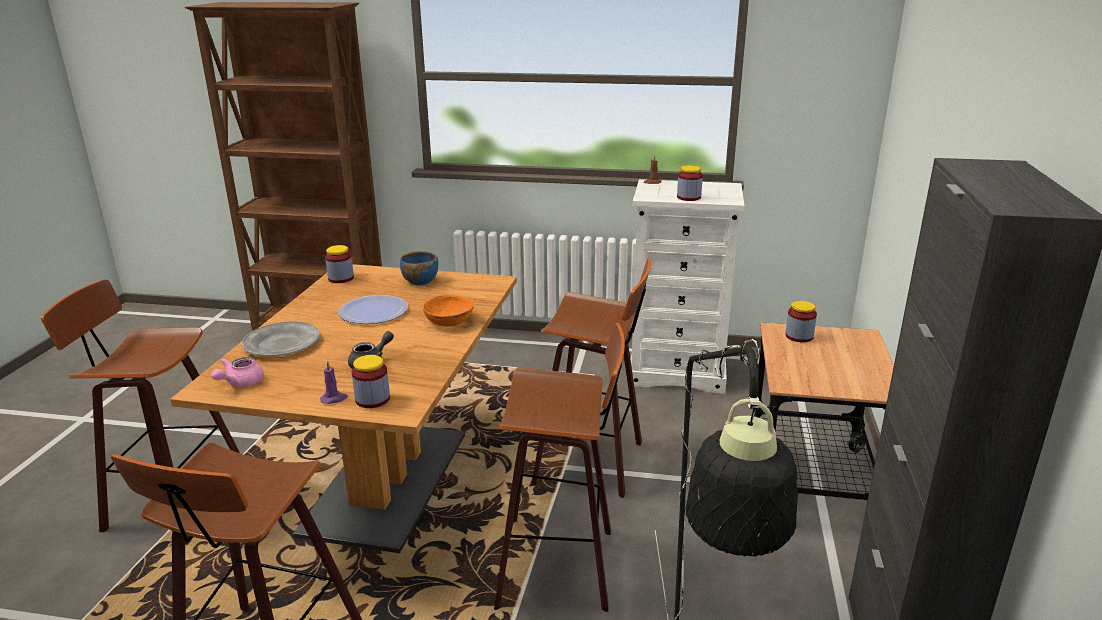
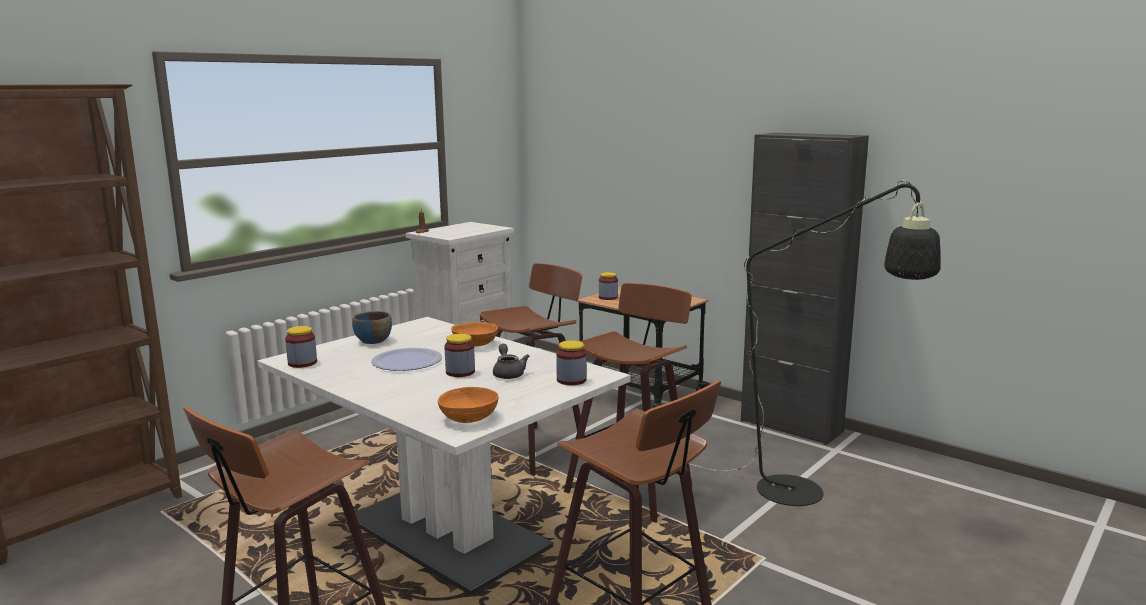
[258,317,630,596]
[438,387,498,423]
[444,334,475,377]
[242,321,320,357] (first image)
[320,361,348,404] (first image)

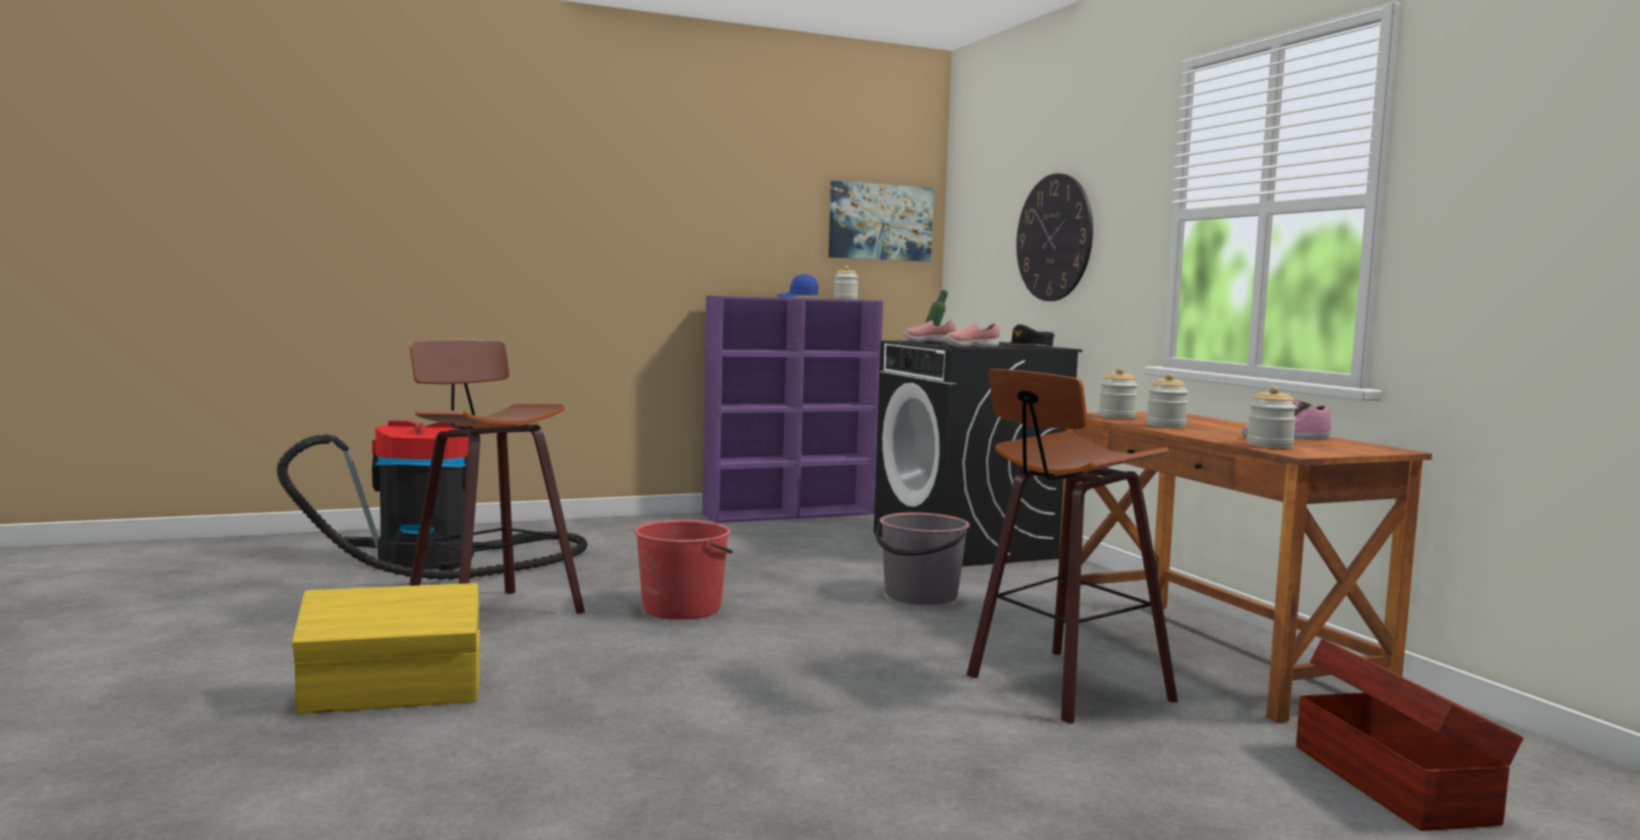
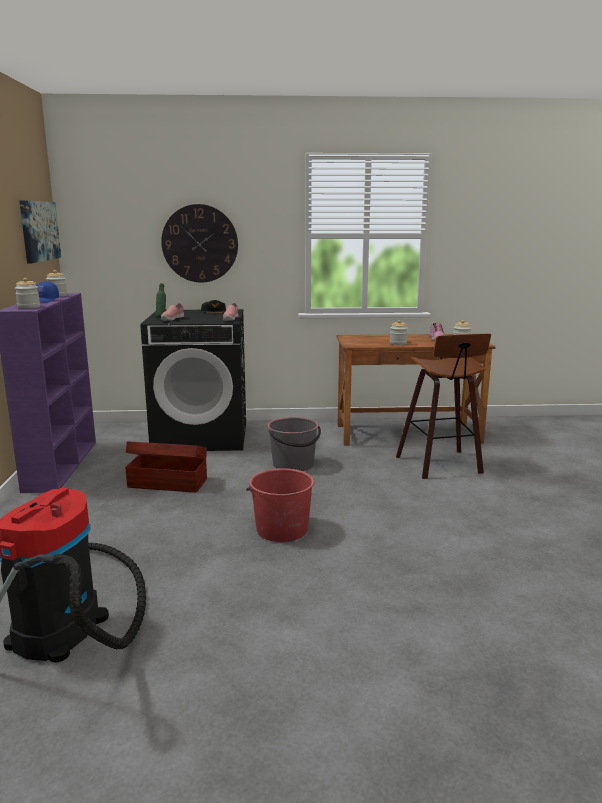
[15,278,40,309]
[125,441,207,493]
[292,583,480,714] (first image)
[409,339,585,614] (first image)

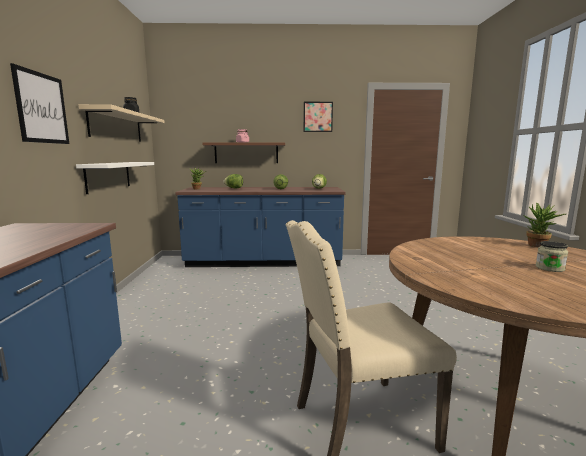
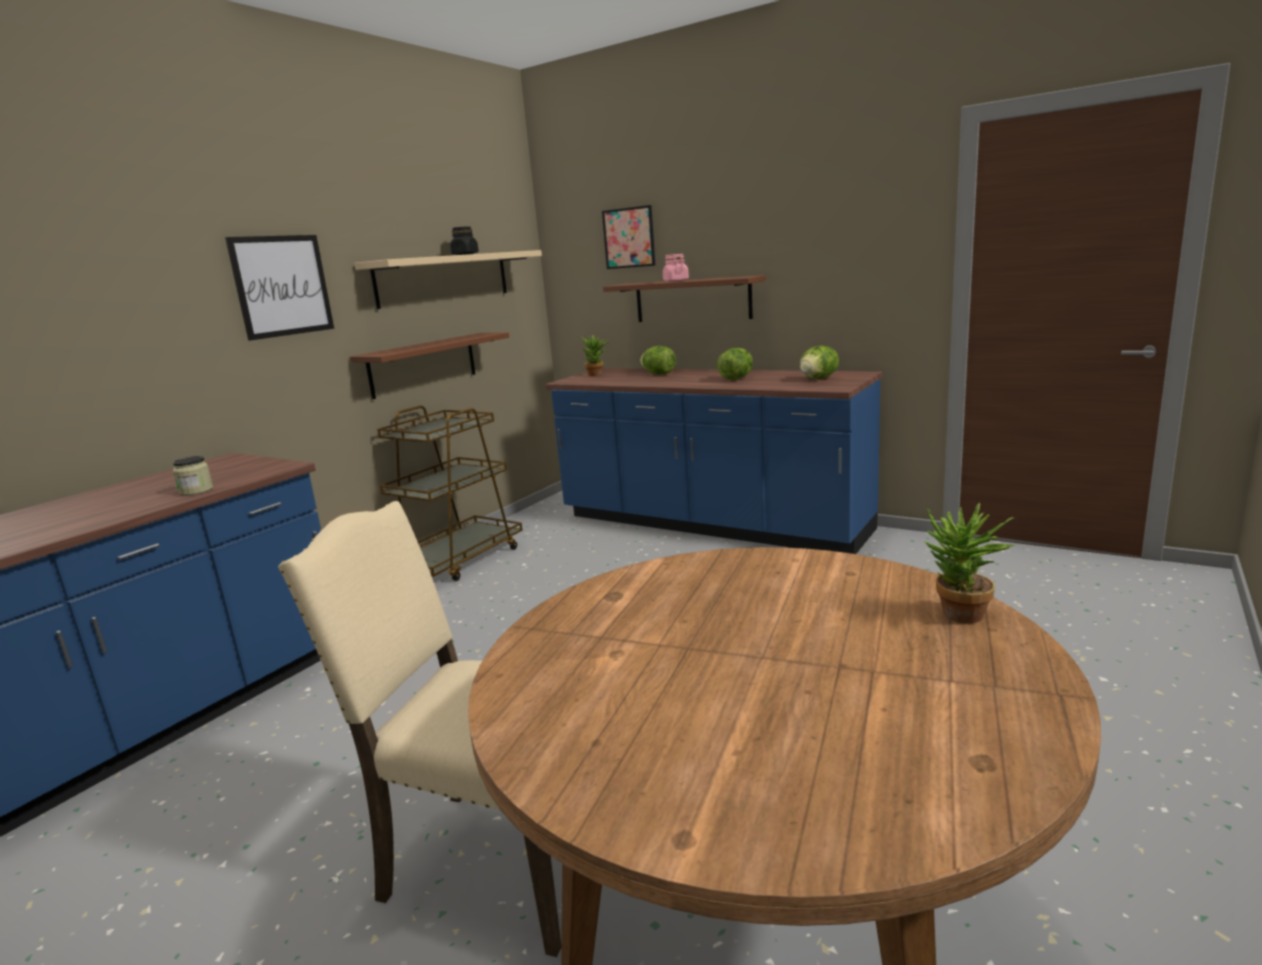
[173,456,213,495]
[350,332,509,399]
[377,405,522,581]
[602,205,656,269]

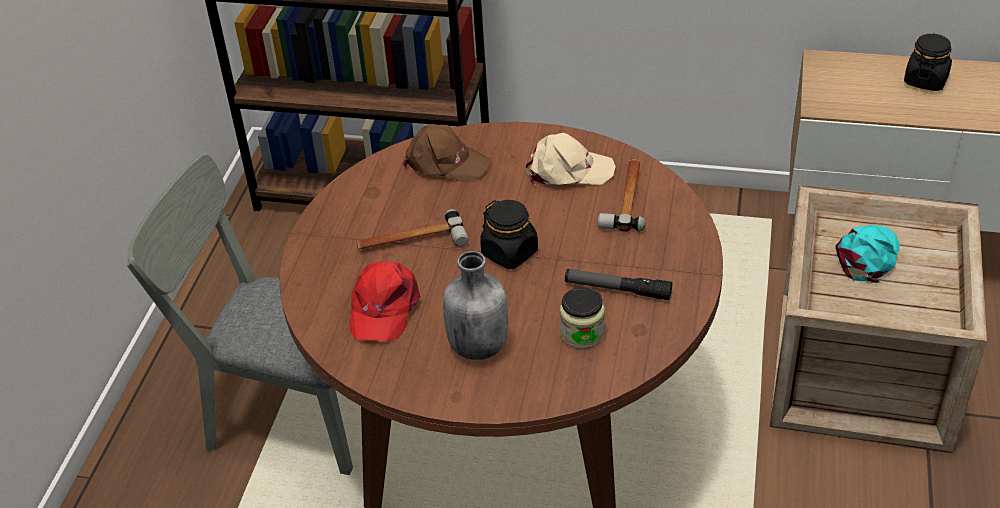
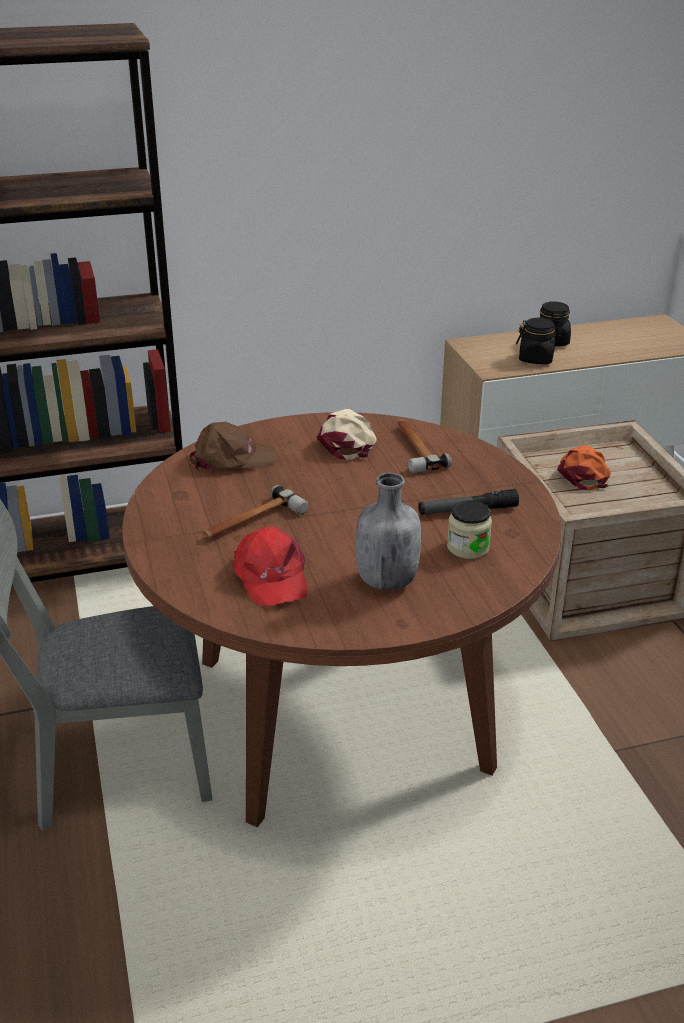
[317,409,377,460]
[516,318,562,364]
[557,445,611,490]

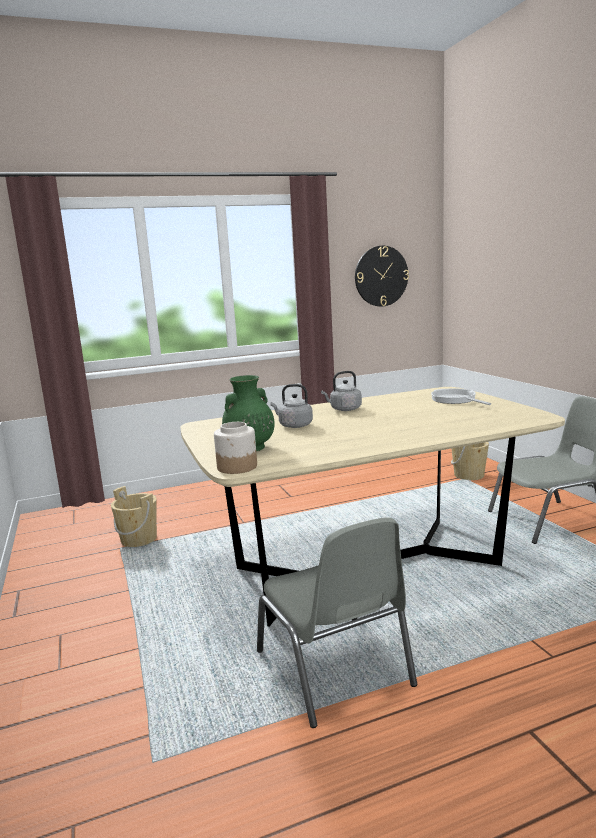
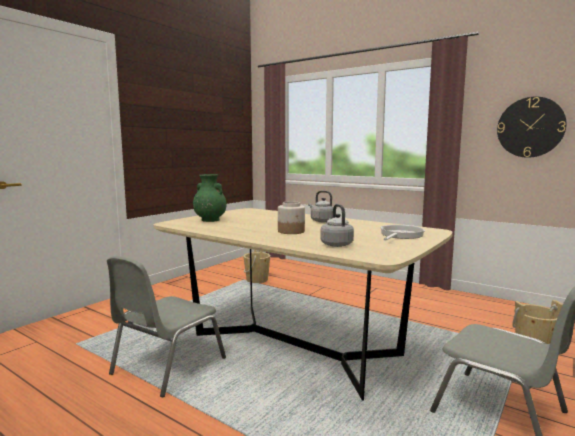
[278,201,305,234]
[320,204,354,247]

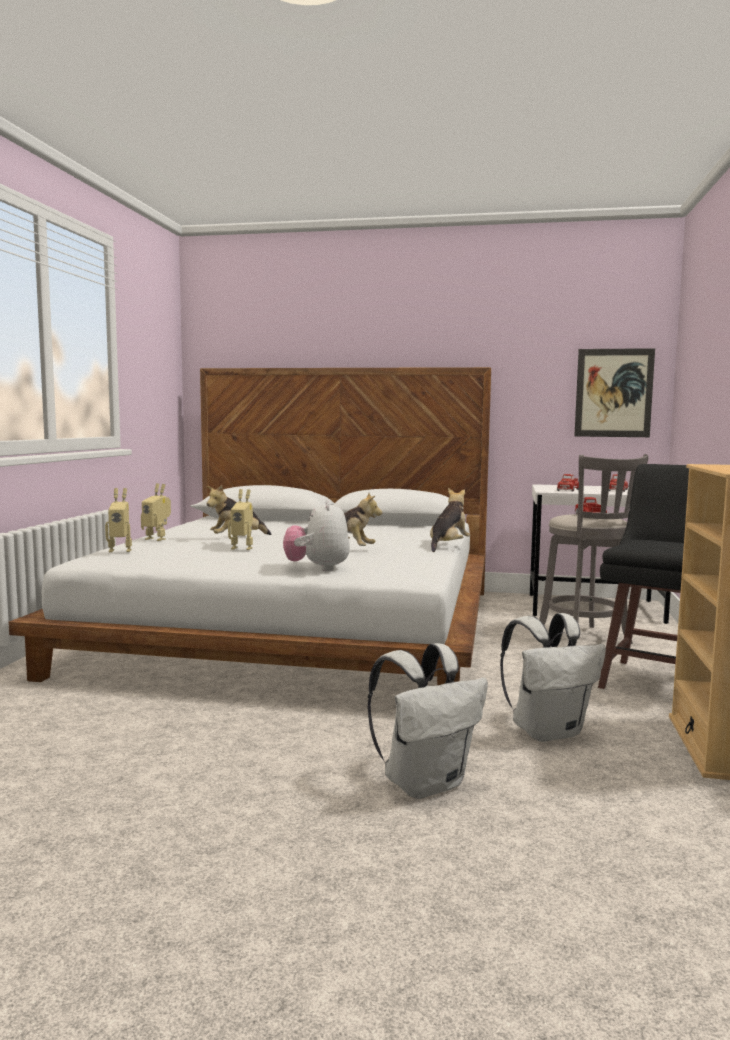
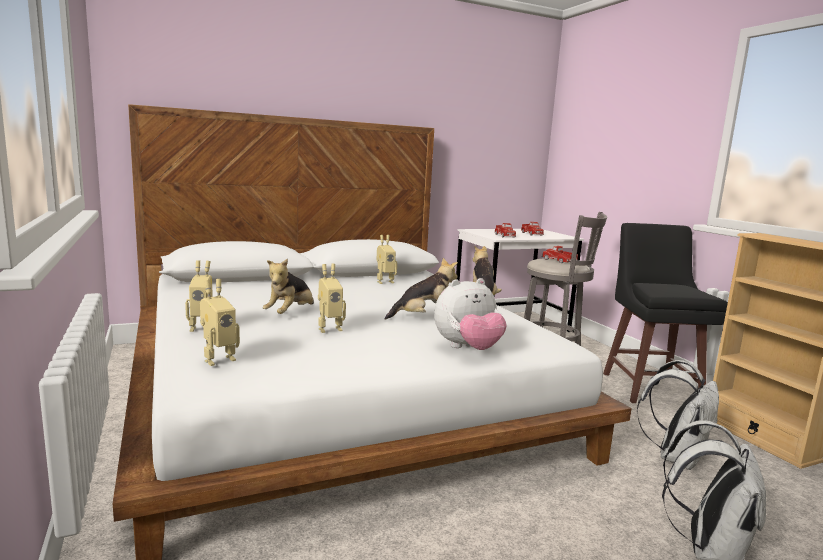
[376,235,397,284]
[434,278,507,350]
[574,348,655,437] (first image)

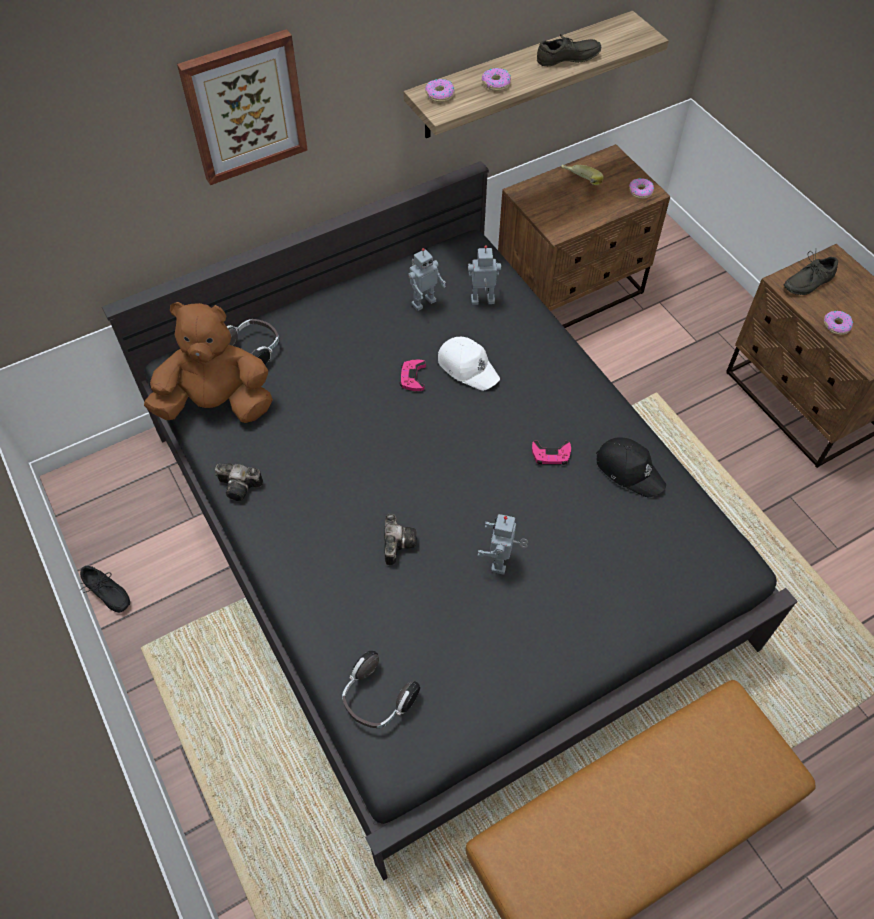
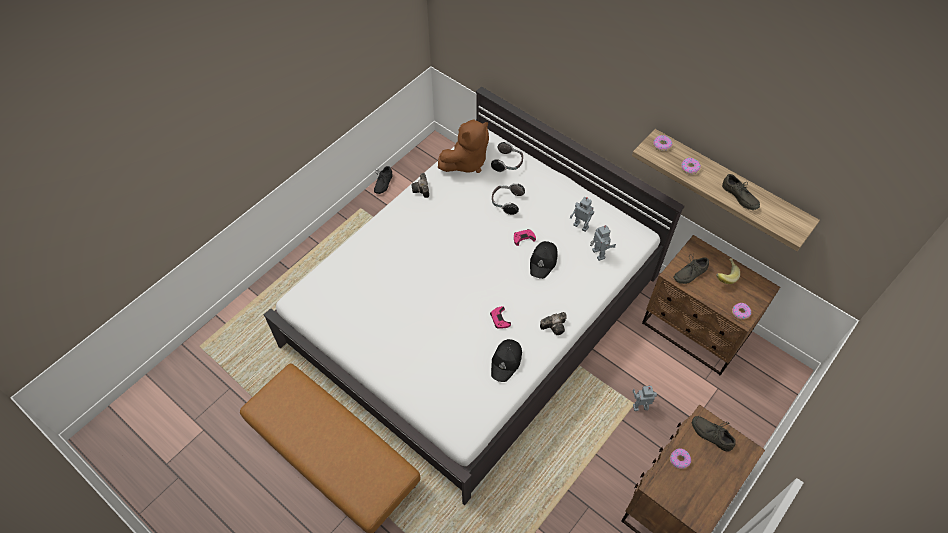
[264,86,685,505]
[438,119,489,173]
[492,183,525,215]
[530,241,558,279]
[540,312,567,335]
[632,386,657,411]
[673,254,709,284]
[177,29,308,185] (first image)

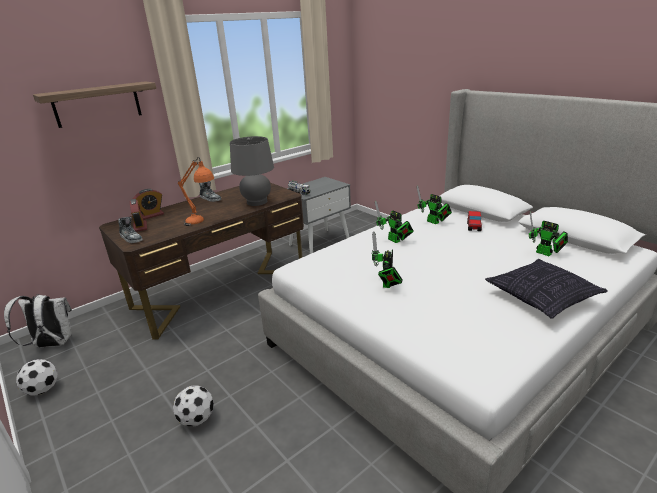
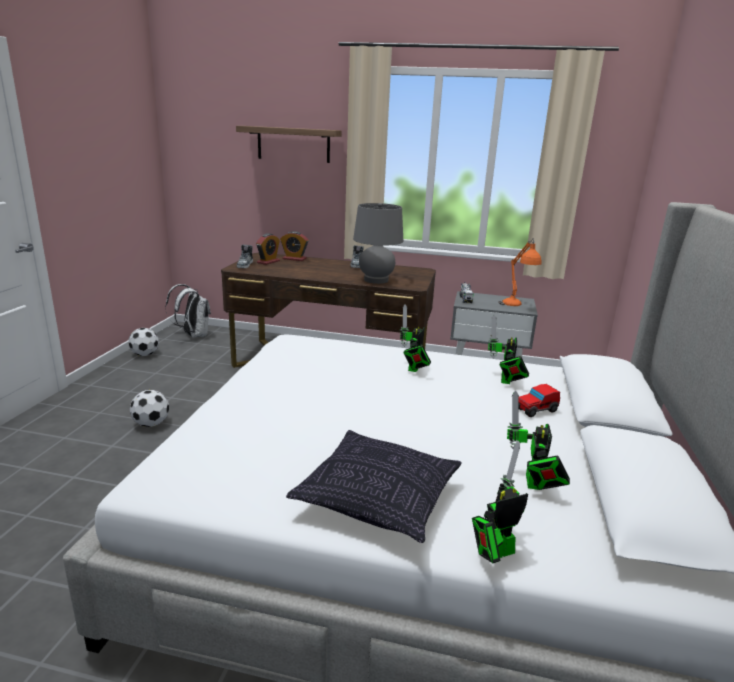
[472,441,528,563]
[498,239,541,306]

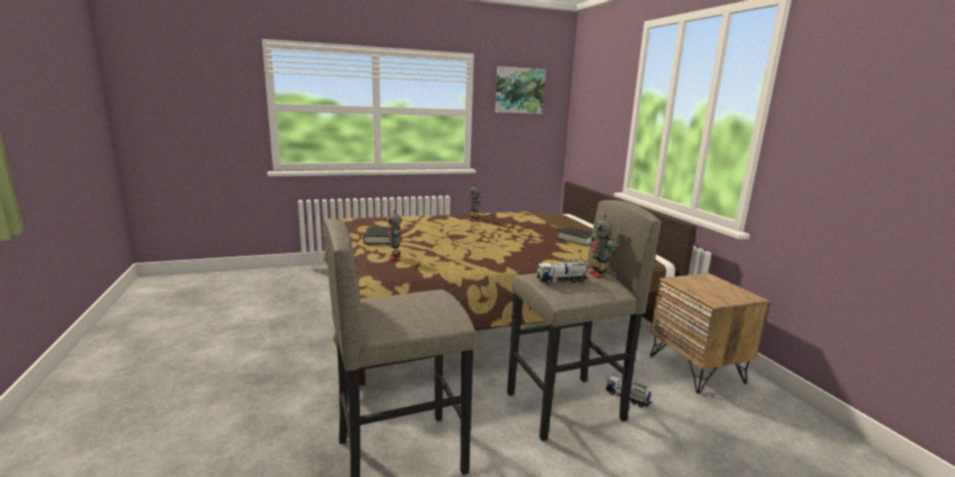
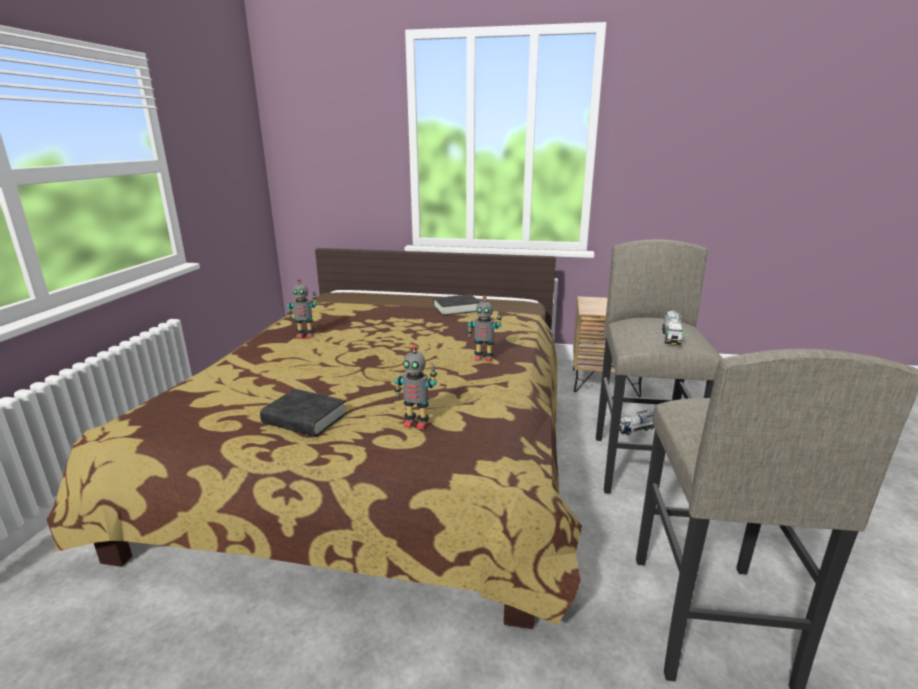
[467,296,502,362]
[495,66,546,114] (first image)

